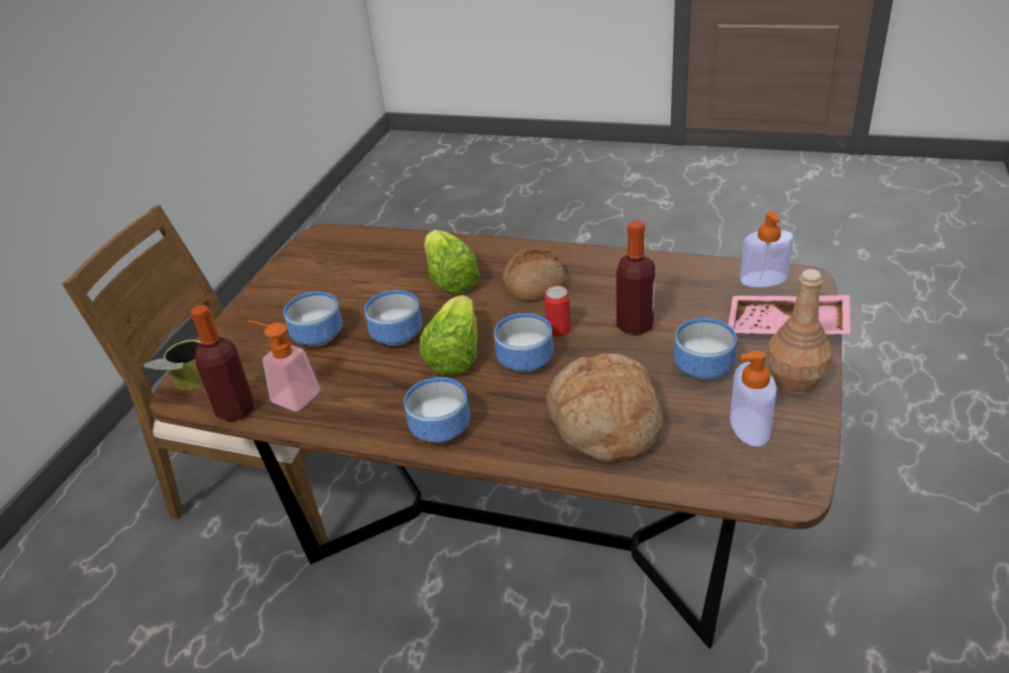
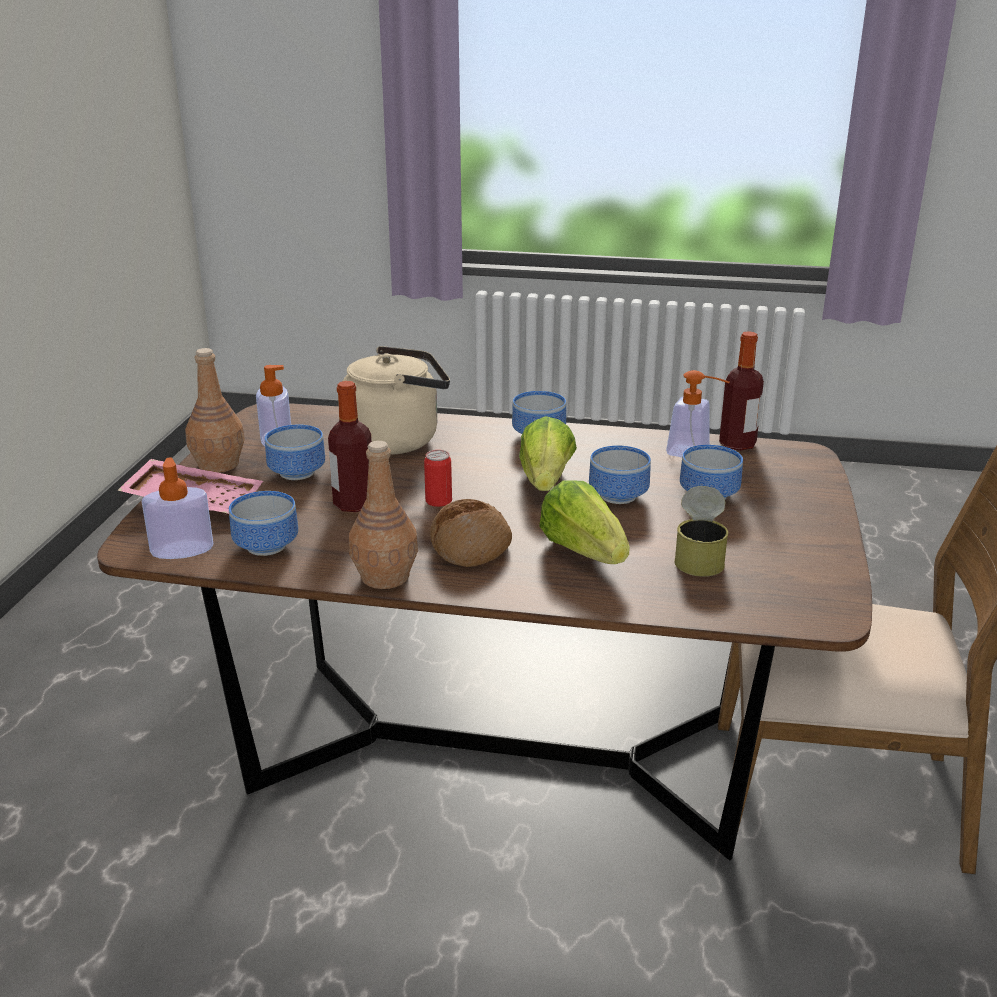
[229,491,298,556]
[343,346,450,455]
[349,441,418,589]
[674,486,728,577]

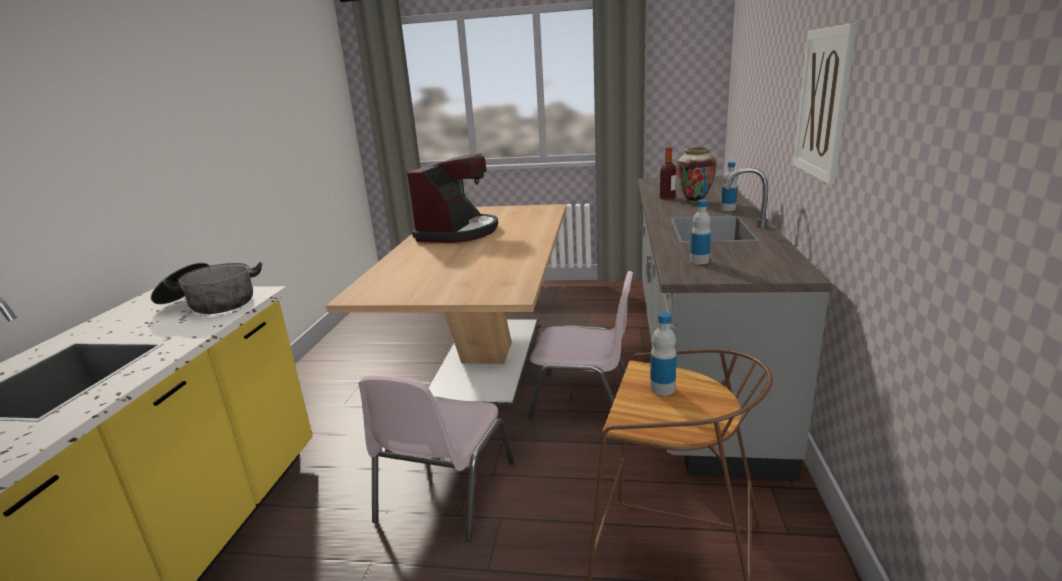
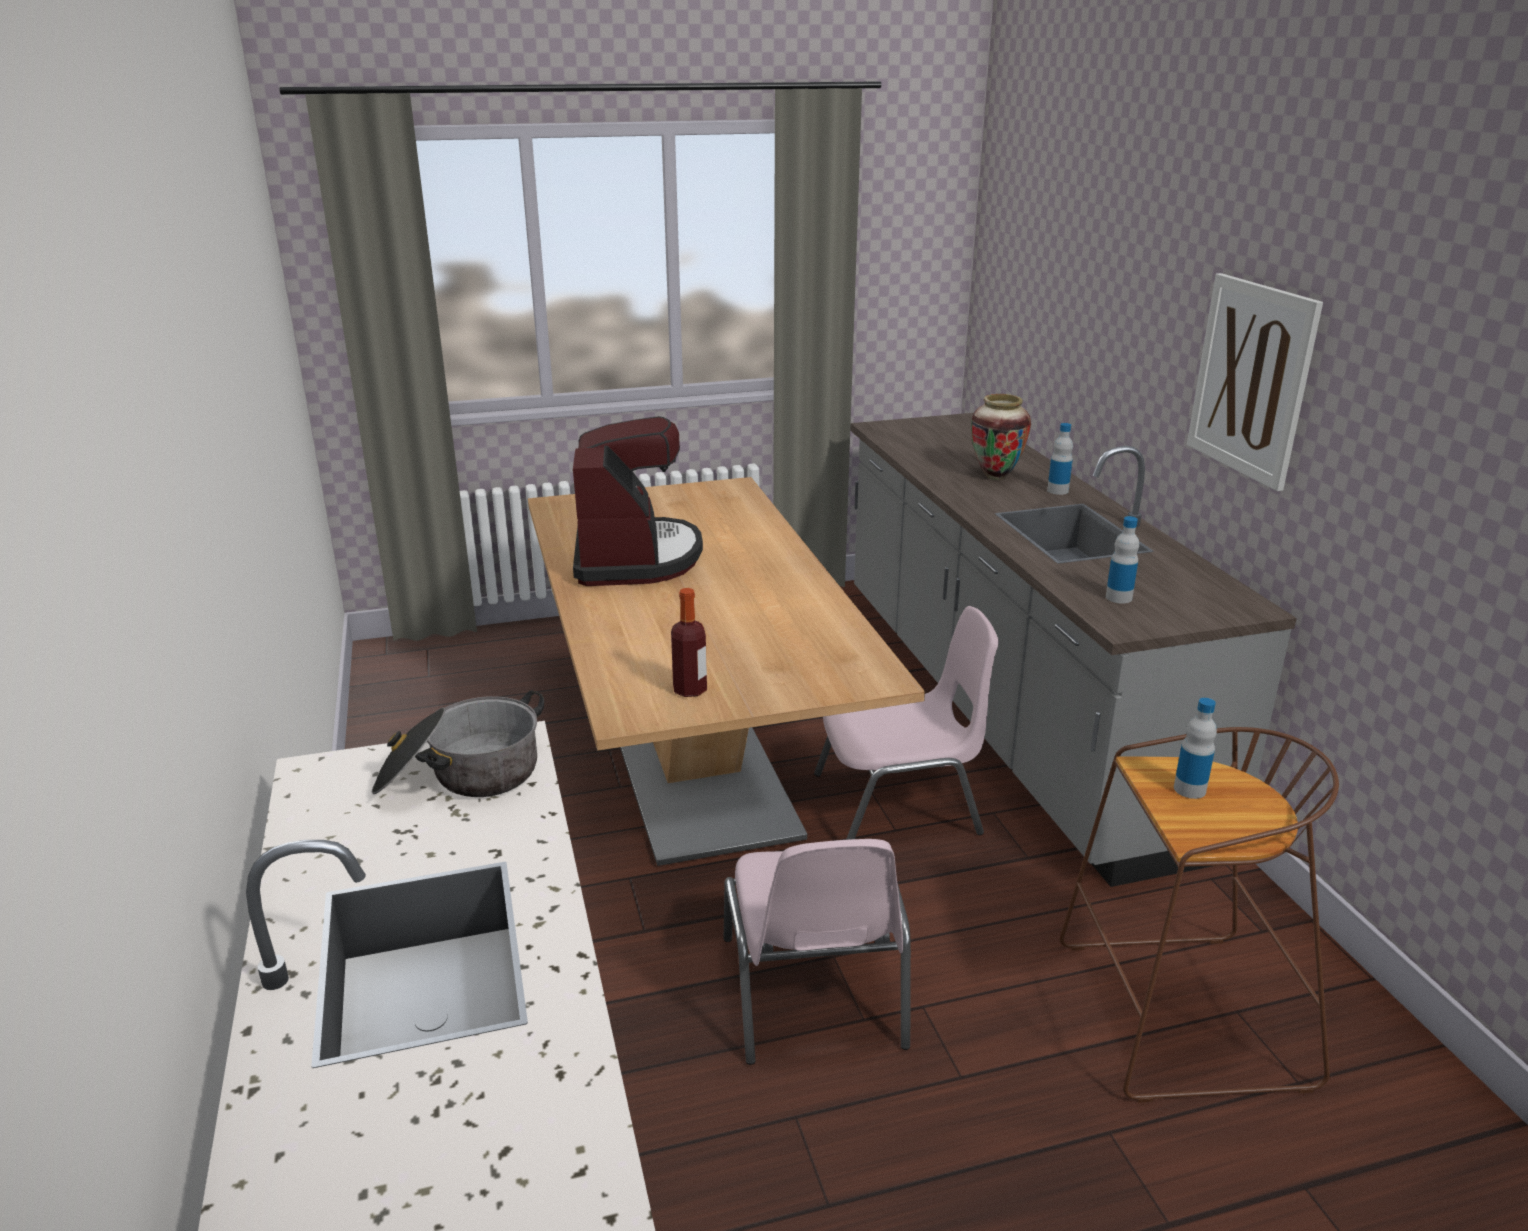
[671,588,707,697]

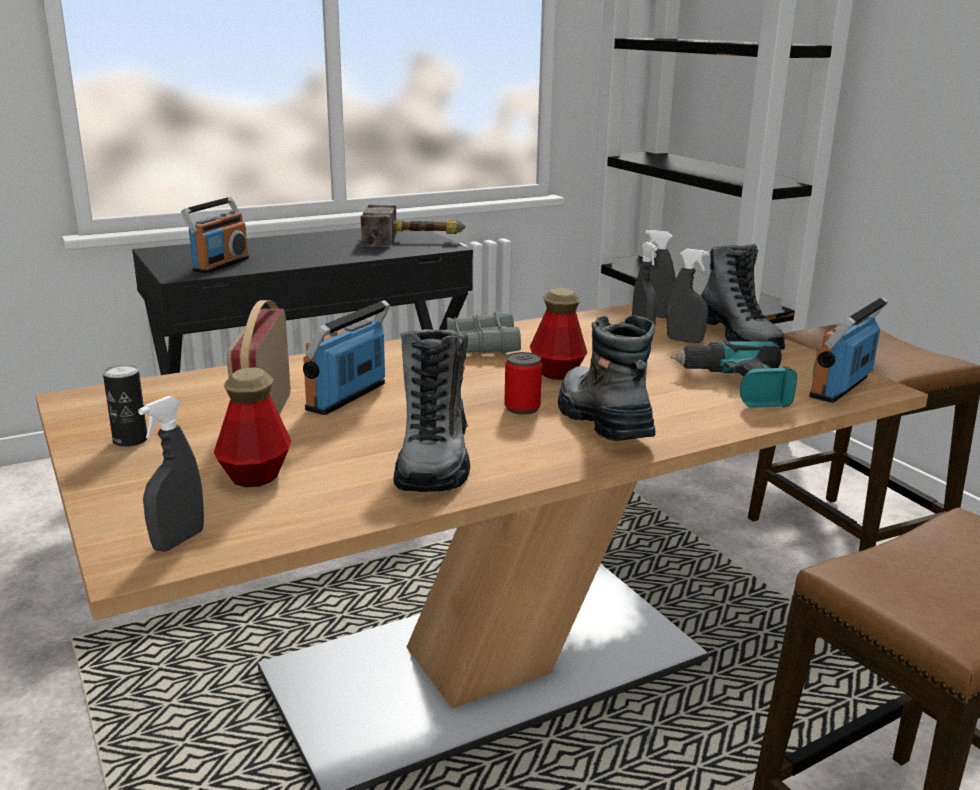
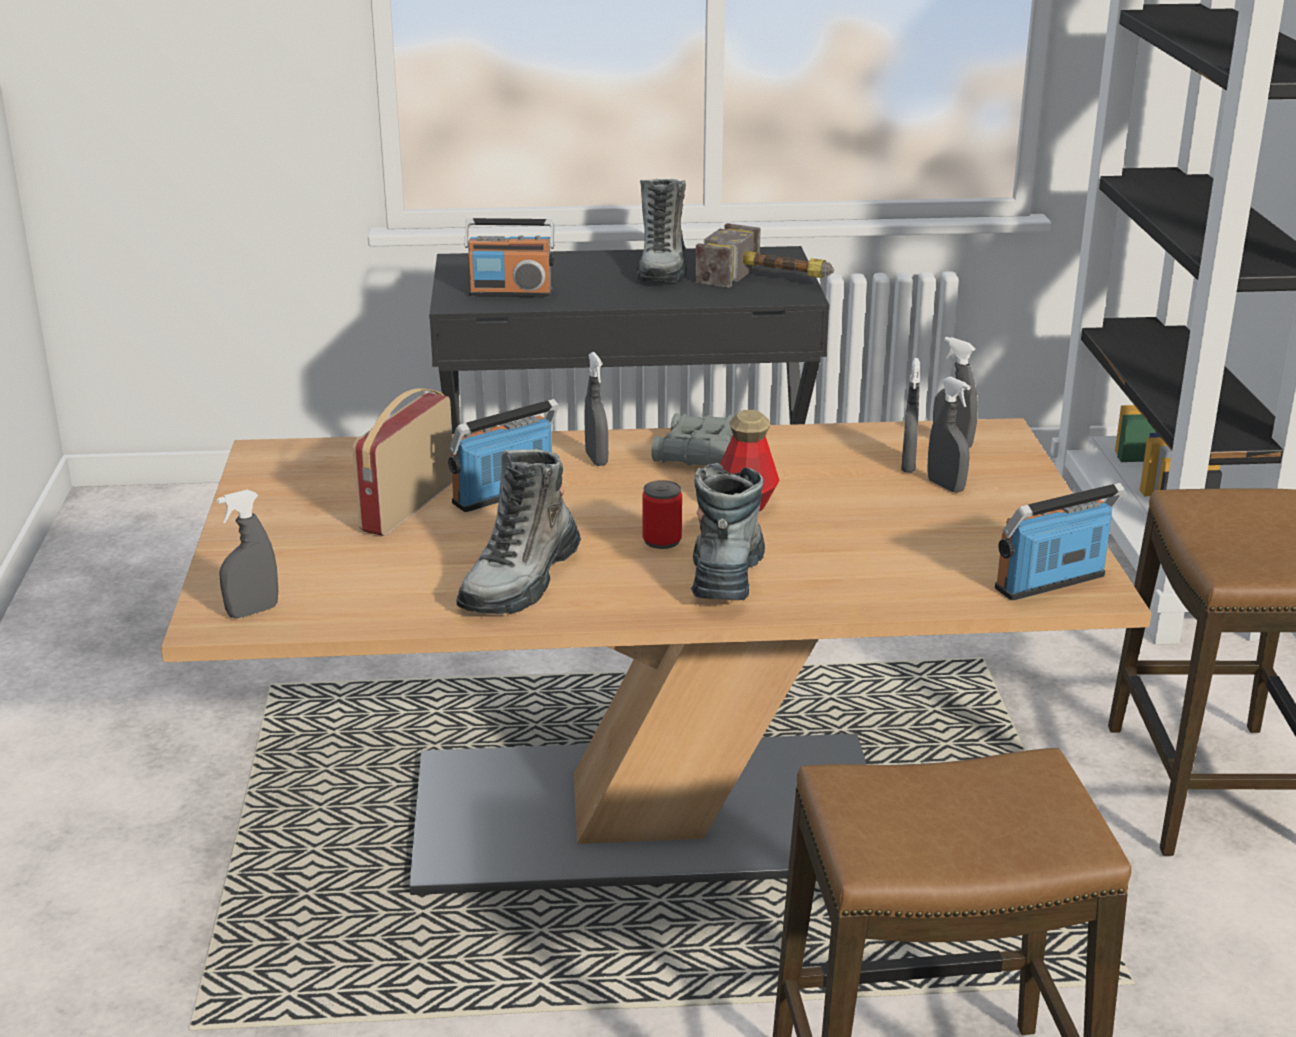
[464,218,555,297]
[585,352,608,466]
[636,179,687,282]
[103,364,148,447] (first image)
[214,368,291,487] (first image)
[671,341,797,408] (first image)

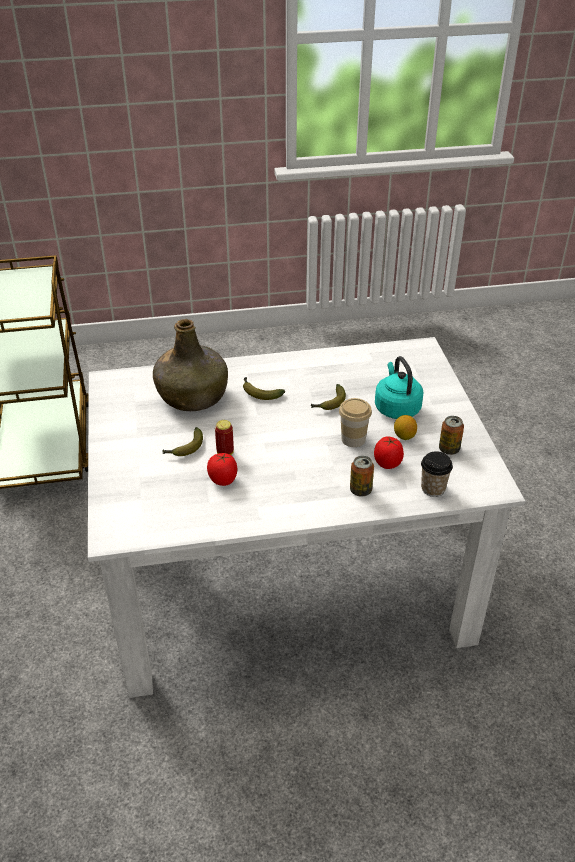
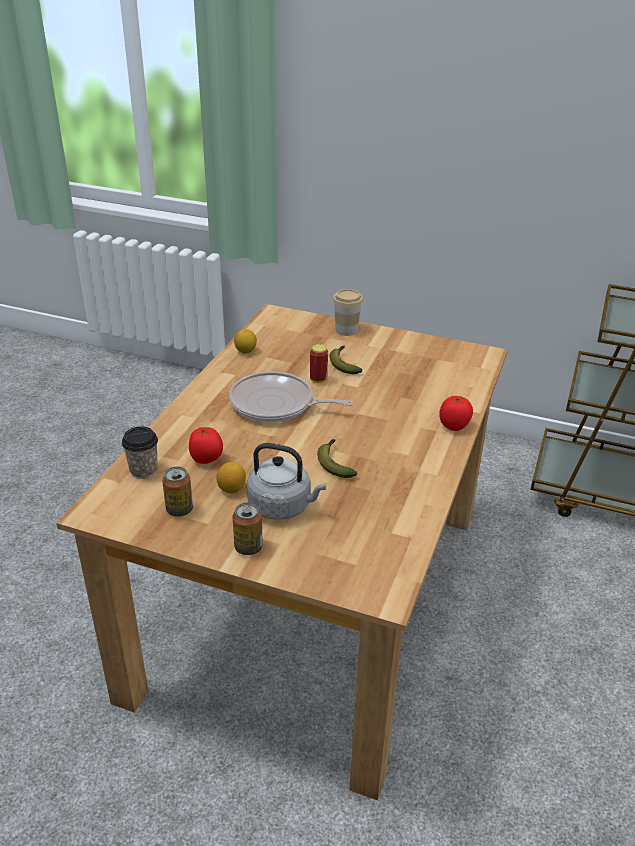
[56,304,508,800]
[229,371,353,422]
[233,503,263,555]
[234,329,257,354]
[247,443,326,520]
[333,289,363,336]
[439,395,473,431]
[153,319,228,411] (first image)
[243,377,285,400] (first image)

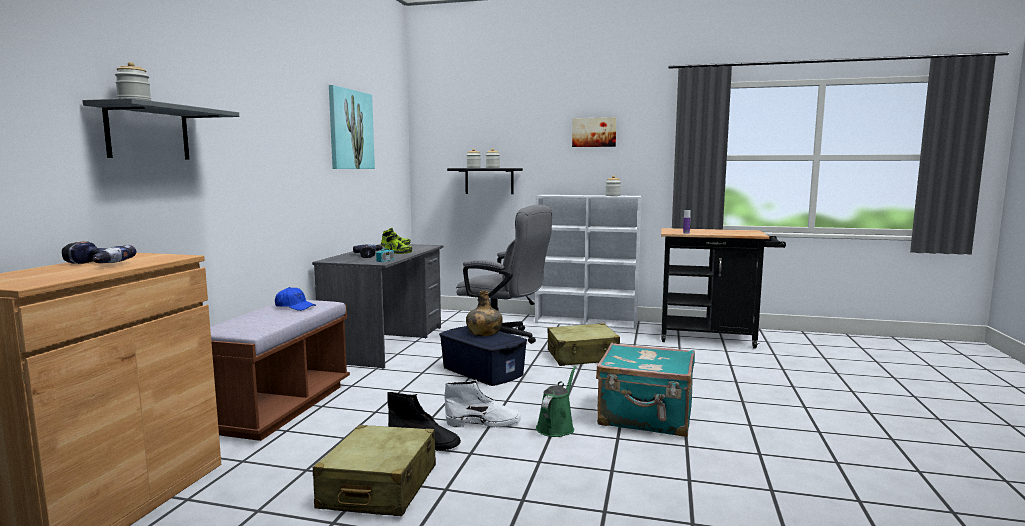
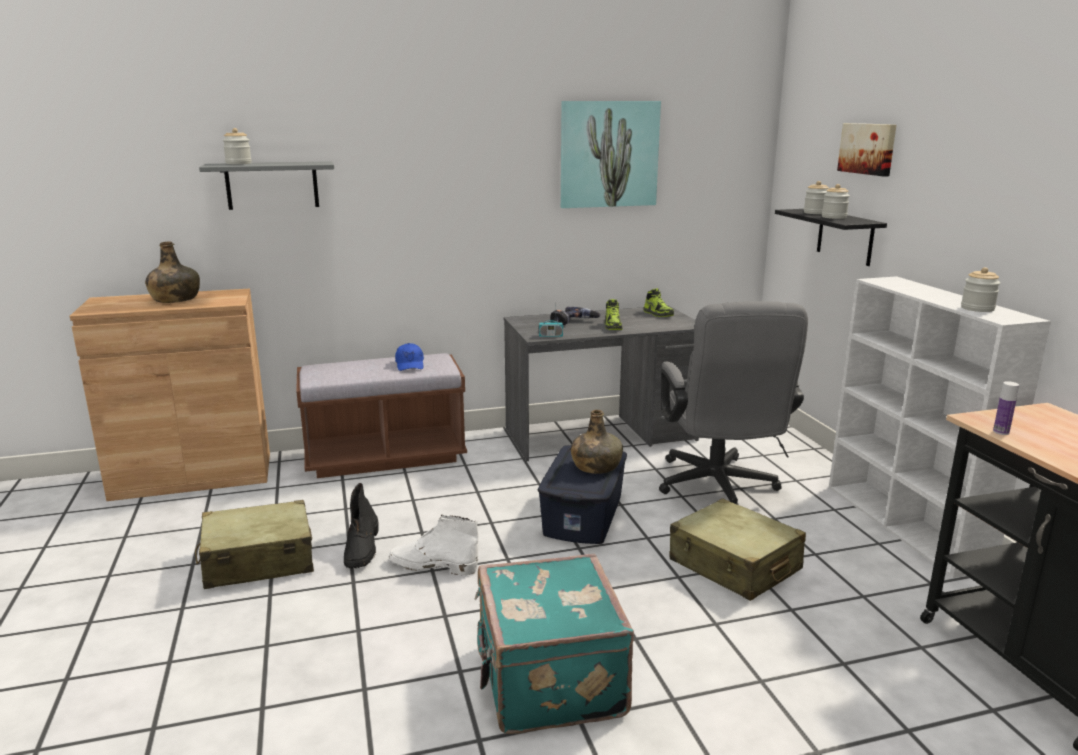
[145,241,200,303]
[389,514,479,576]
[837,123,896,177]
[536,366,576,437] (first image)

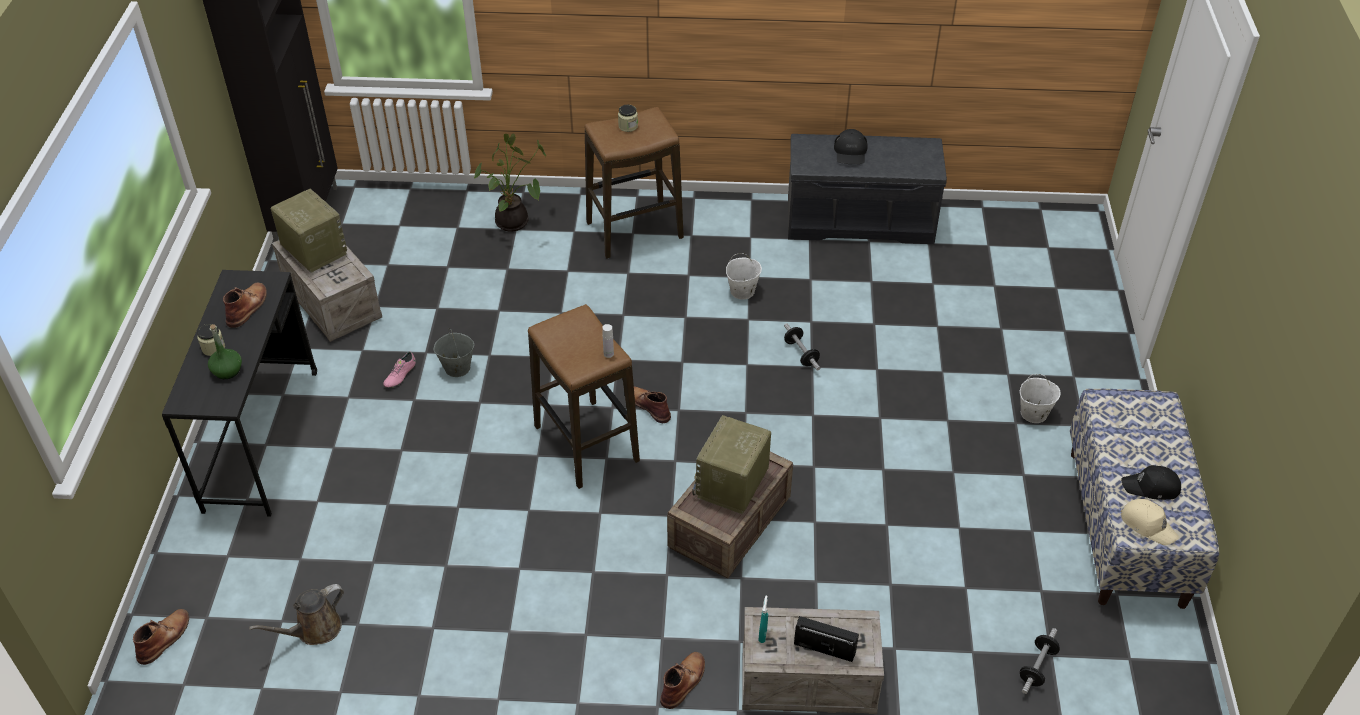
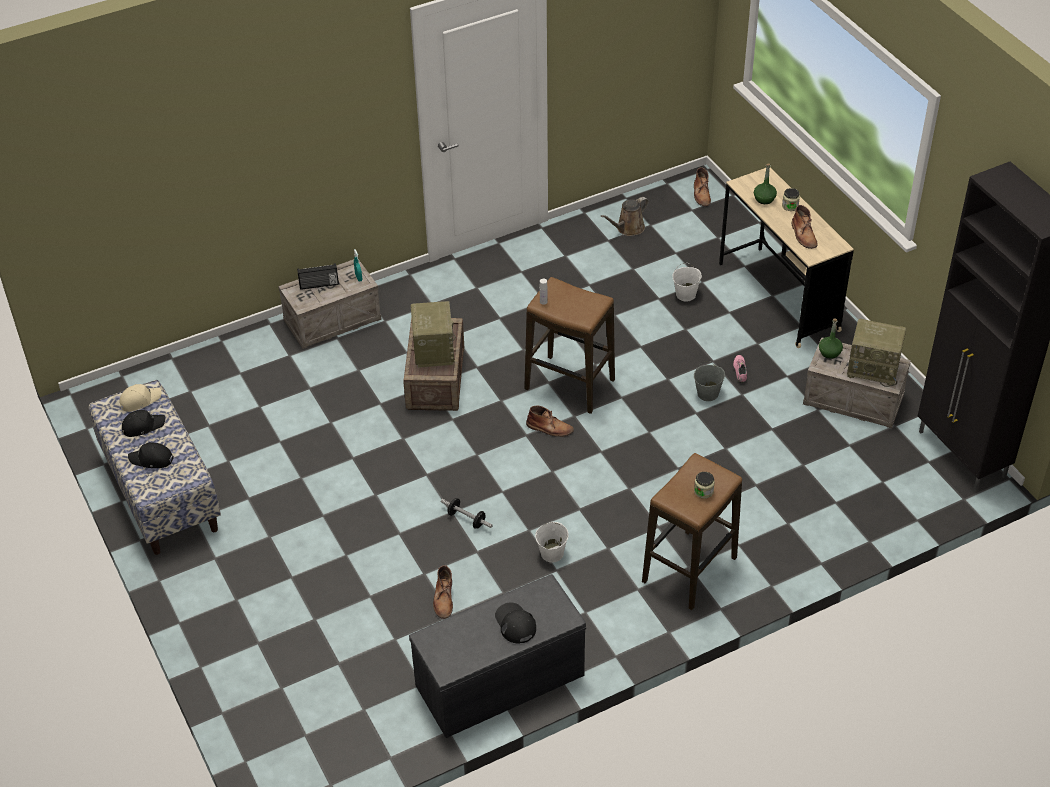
[119,384,162,412]
[128,442,174,468]
[433,565,453,619]
[601,197,649,236]
[672,263,702,301]
[719,167,854,348]
[819,319,843,359]
[474,134,546,232] (first image)
[1020,628,1060,694] (first image)

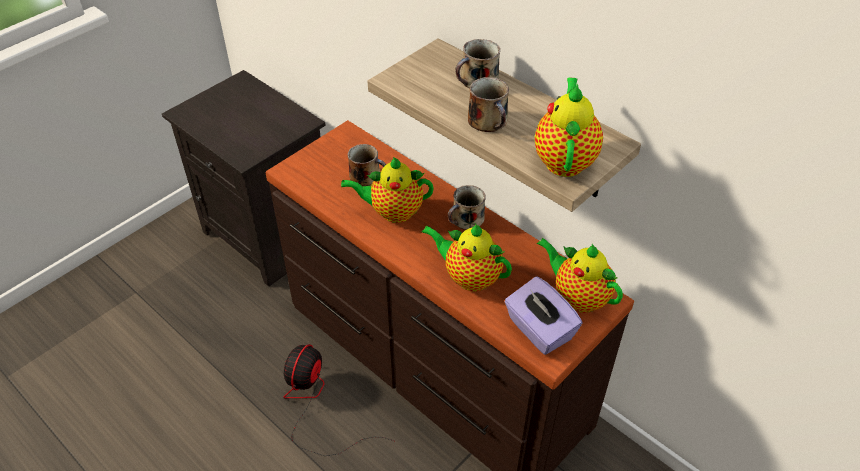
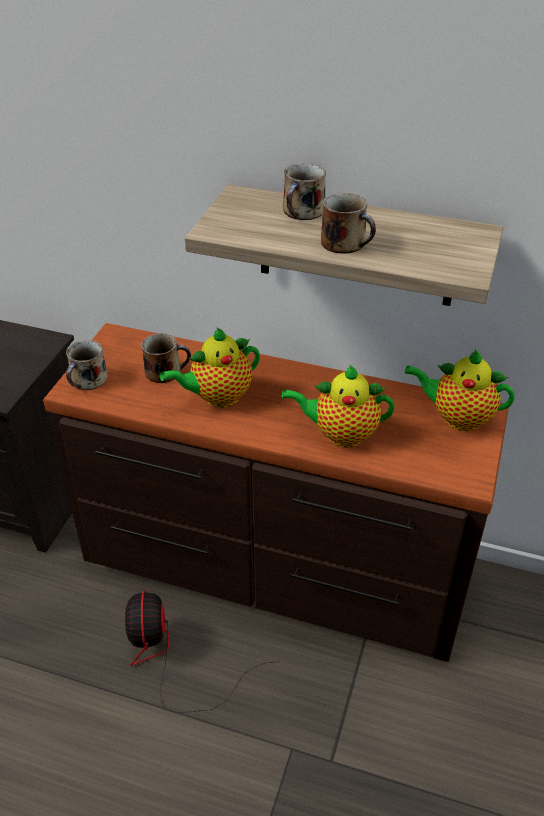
[66,340,108,390]
[504,276,582,355] (first image)
[534,77,603,177] (first image)

